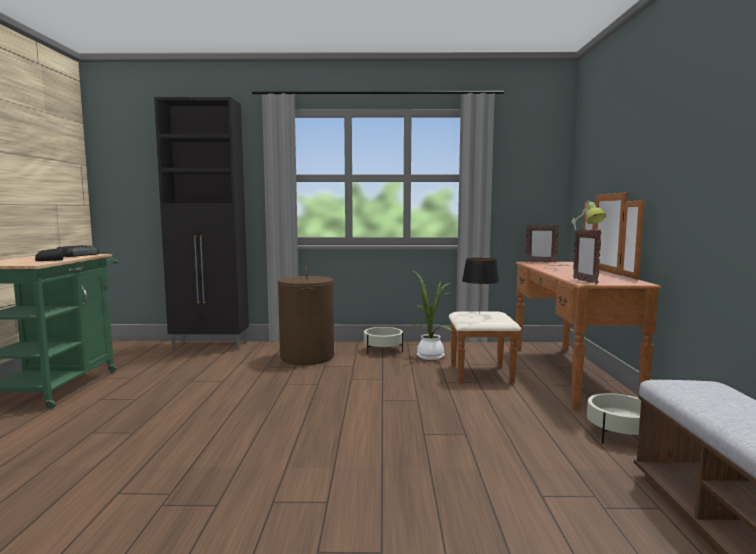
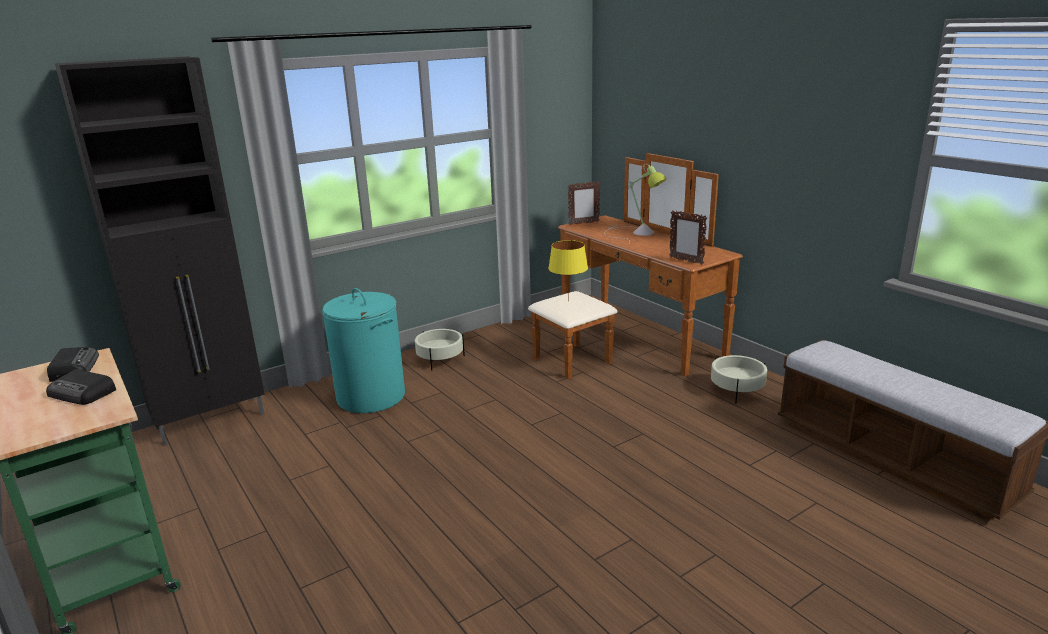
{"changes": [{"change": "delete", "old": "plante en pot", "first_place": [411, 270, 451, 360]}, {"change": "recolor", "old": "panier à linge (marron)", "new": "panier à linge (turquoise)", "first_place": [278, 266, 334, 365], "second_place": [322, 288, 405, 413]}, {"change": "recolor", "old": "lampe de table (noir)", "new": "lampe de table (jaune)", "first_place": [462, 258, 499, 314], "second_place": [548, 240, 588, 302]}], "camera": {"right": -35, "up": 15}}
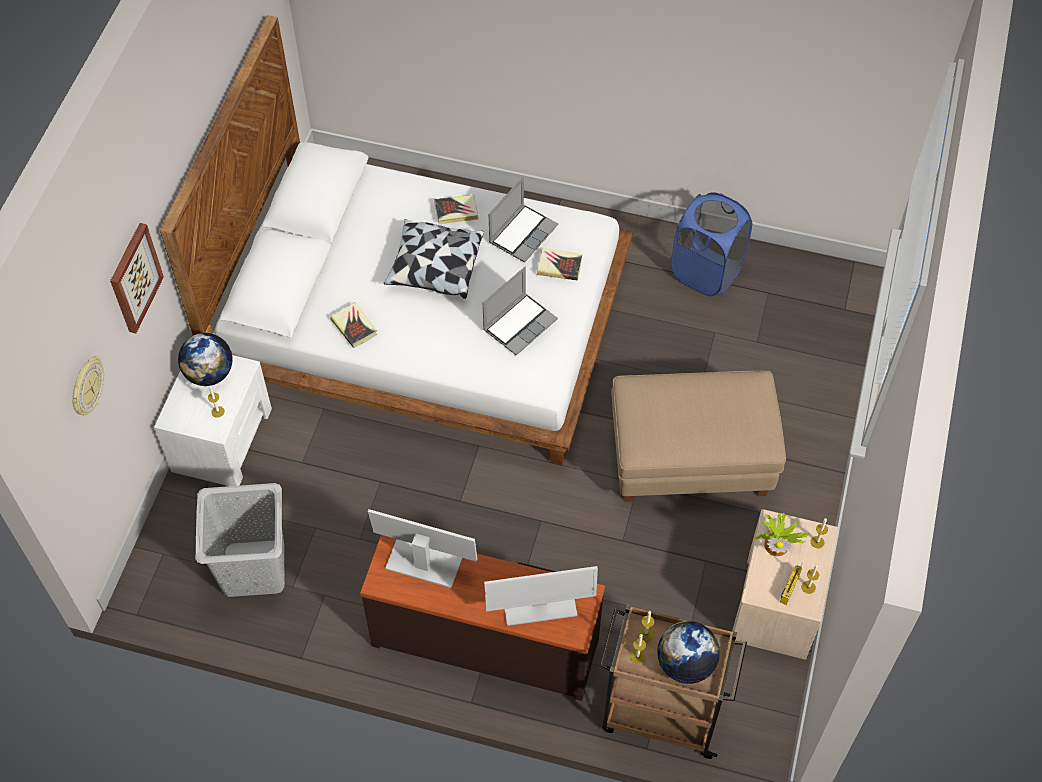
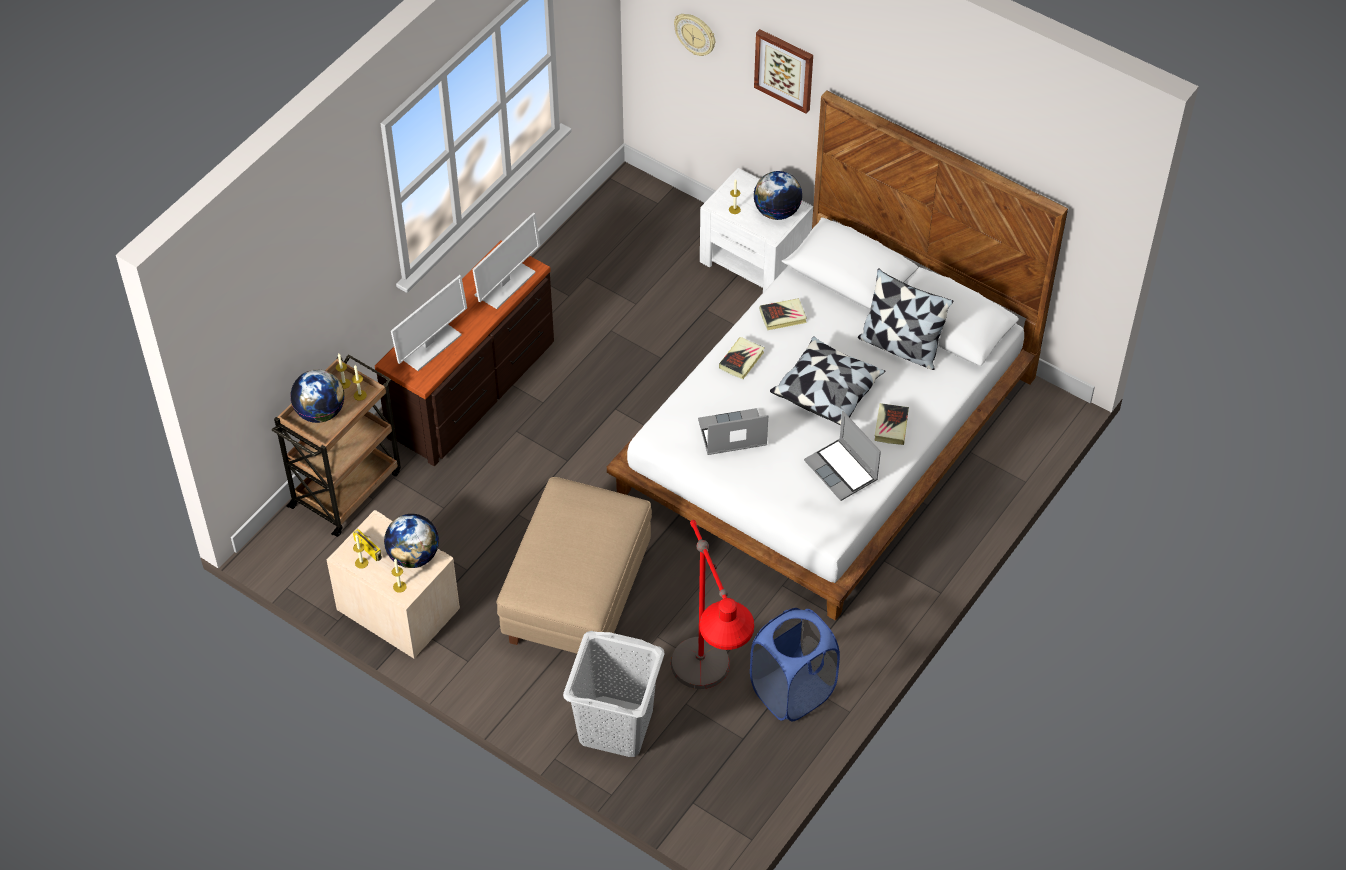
{"changes": [{"change": "insert", "new": "lampadaire (rouge)", "second_place": [671, 520, 754, 689]}, {"change": "insert", "new": "coussin", "second_place": [858, 268, 953, 370]}, {"change": "move", "old": "panier à linge (gris)", "first_place": [195, 483, 285, 597], "second_place": [563, 631, 665, 757]}, {"change": "move", "old": "livre", "first_place": [537, 248, 582, 281], "second_place": [719, 337, 764, 379]}, {"change": "replace", "old": "plante en pot", "new": "globe", "first_place": [755, 512, 807, 556], "second_place": [384, 514, 439, 568]}, {"change": "rotate", "old": "ordinateur portable", "first_place": [483, 267, 558, 356], "second_place": [698, 408, 768, 455], "degrees": 105}, {"change": "rotate", "old": "écran d'ordinateur", "first_place": [484, 566, 598, 626], "second_place": [391, 275, 467, 371], "degrees": -150}], "camera": {"right": 110, "up": -5}}
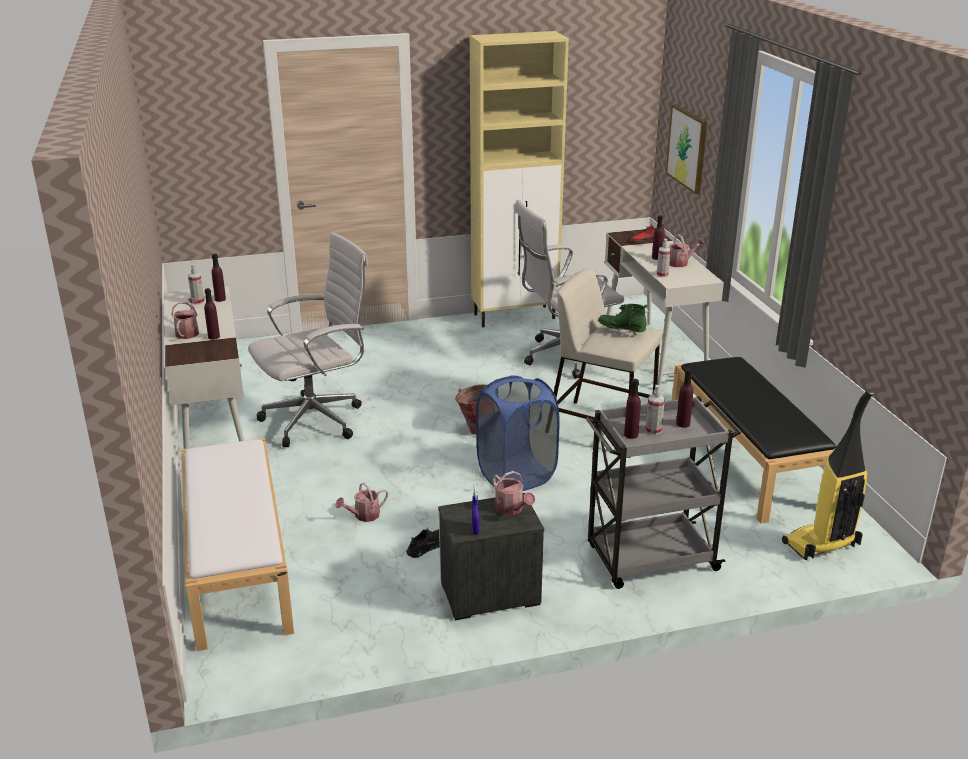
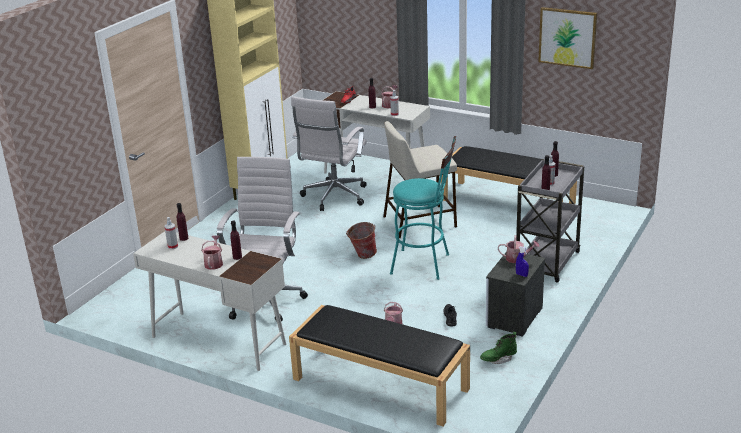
{"changes": [{"change": "delete", "old": "aspirateur", "first_place": [782, 389, 875, 561]}, {"change": "move", "old": "botte (vert)", "first_place": [598, 304, 648, 337], "second_place": [480, 332, 517, 364]}, {"change": "move", "old": "tableau", "first_place": [666, 104, 707, 194], "second_place": [538, 7, 597, 69]}, {"change": "replace", "old": "panier à linge (bleu)", "new": "tabouret (turquoise)", "first_place": [476, 375, 560, 491], "second_place": [390, 136, 456, 280]}, {"change": "recolor", "old": "banc (blanc)", "new": "banc (noir)", "first_place": [181, 438, 294, 651], "second_place": [289, 305, 470, 426]}, {"change": "rotate", "old": "arrosoir", "first_place": [171, 298, 199, 339], "second_place": [201, 235, 223, 270], "degrees": 45}], "camera": {"right": -45, "up": 0}}
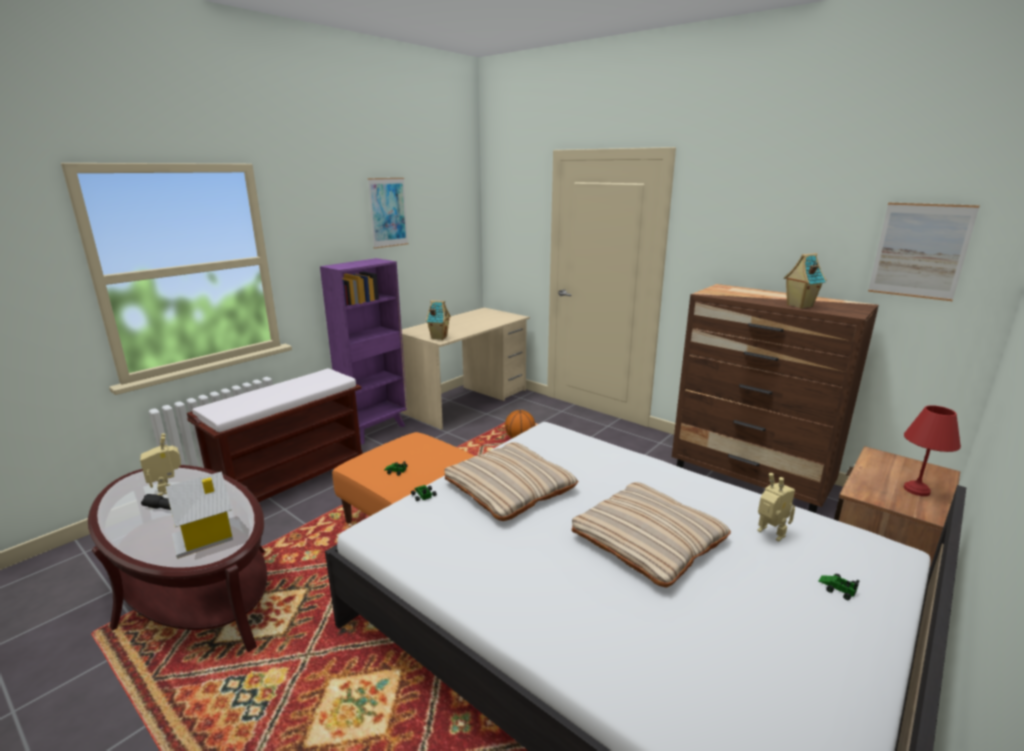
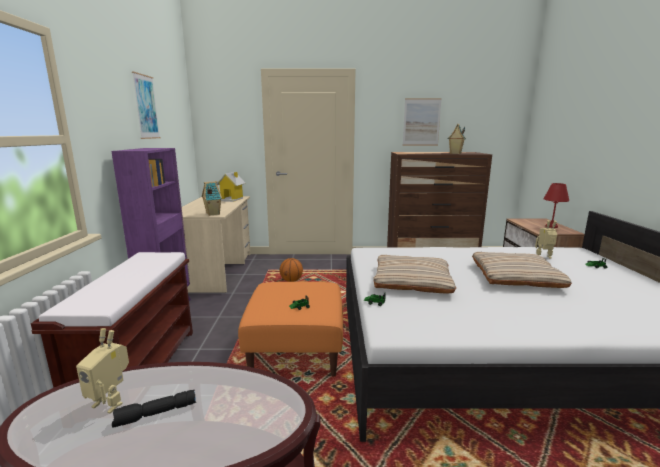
{"changes": [{"change": "move", "old": "maison miniature", "first_place": [165, 471, 233, 558], "second_place": [217, 172, 246, 202]}, {"change": "move", "old": "tableau", "first_place": [868, 202, 980, 301], "second_place": [403, 98, 442, 145]}], "camera": {"right": -40, "up": -5}}
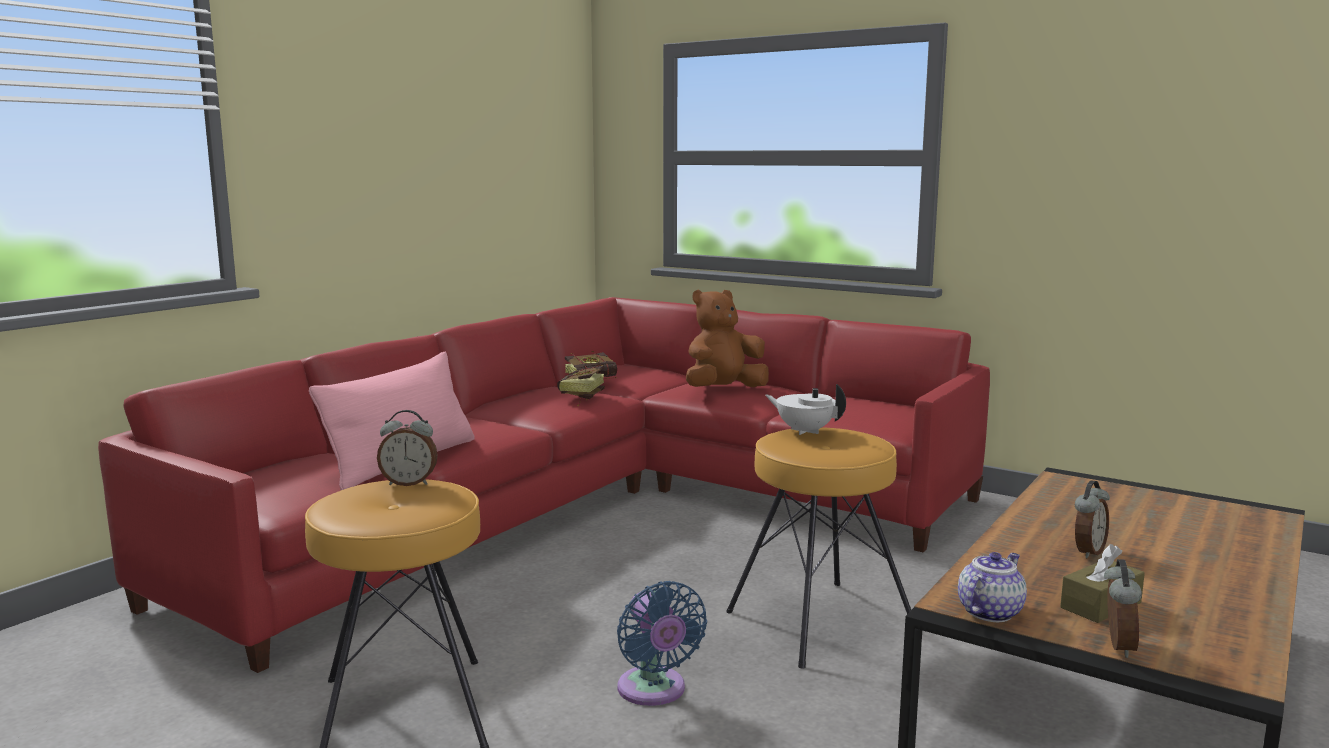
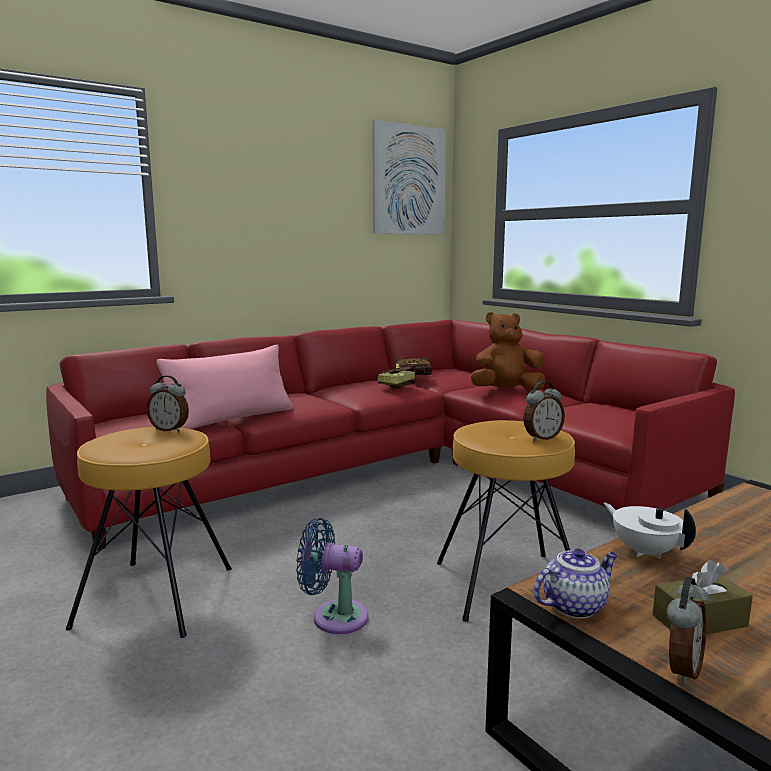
{"changes": [{"change": "insert", "new": "tableau", "second_place": [373, 120, 446, 234]}, {"change": "move", "old": "théière (blanc)", "first_place": [765, 384, 846, 435], "second_place": [604, 502, 696, 559]}, {"change": "move", "old": "réveil", "first_place": [1075, 480, 1110, 559], "second_place": [523, 381, 565, 441]}, {"change": "rotate", "old": "ventilateur (bleu)", "first_place": [617, 581, 707, 706], "second_place": [296, 518, 369, 634], "degrees": 105}], "camera": {"right": 20, "up": 0}}
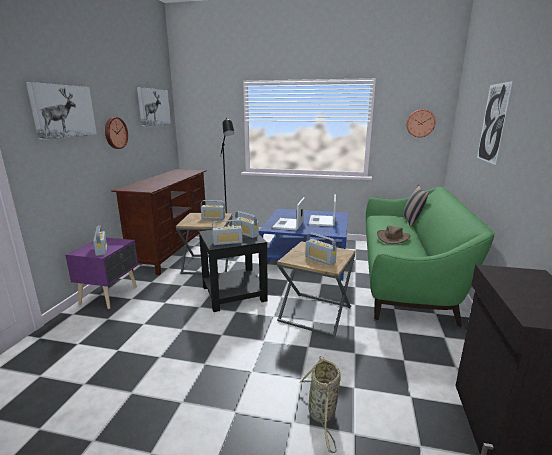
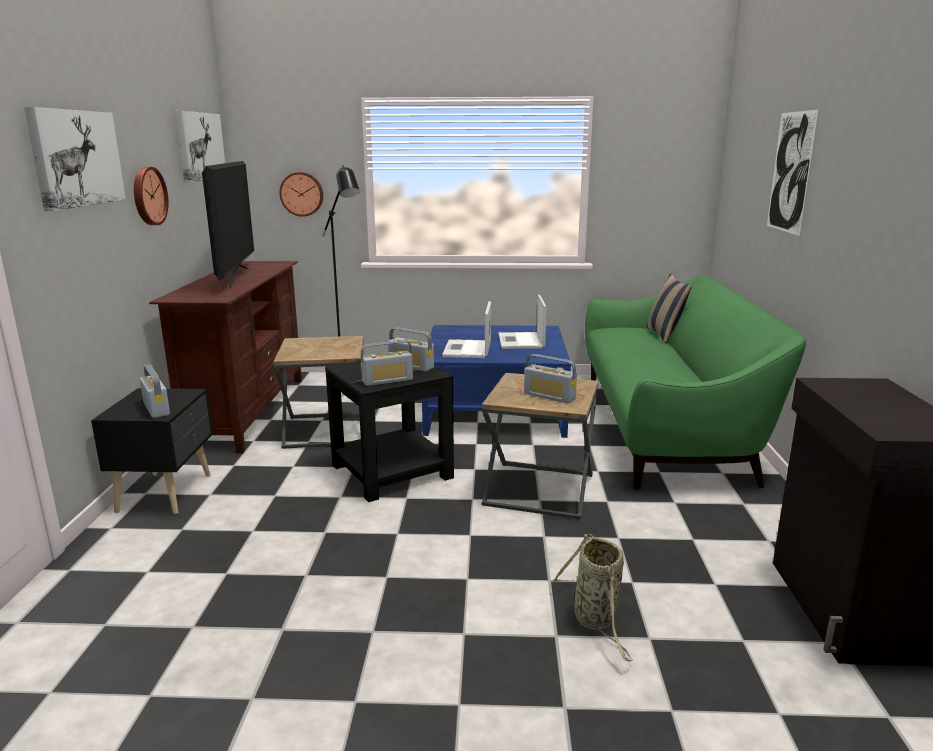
{"changes": [{"change": "delete", "old": "radio", "first_place": [201, 200, 225, 220]}, {"change": "delete", "old": "chapeau (marron)", "first_place": [377, 226, 411, 244]}, {"change": "insert", "new": "téléviseur", "second_place": [202, 161, 254, 288]}, {"change": "move", "old": "horloge murale", "first_place": [406, 109, 436, 137], "second_place": [279, 172, 323, 217]}, {"change": "recolor", "old": "table de chevet (violet)", "new": "table de chevet (noir)", "first_place": [65, 238, 138, 309], "second_place": [91, 388, 213, 514]}], "camera": {"right": -10, "up": 0}}
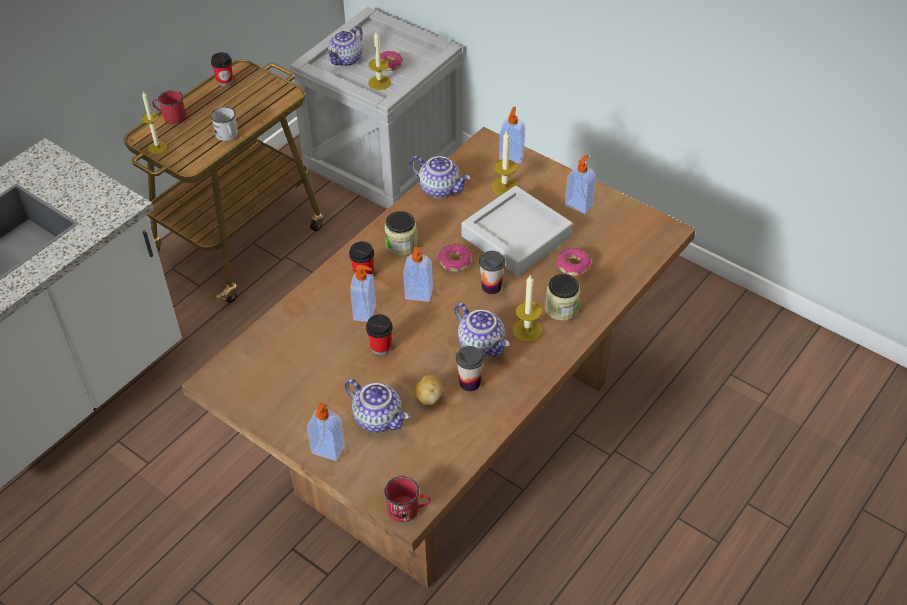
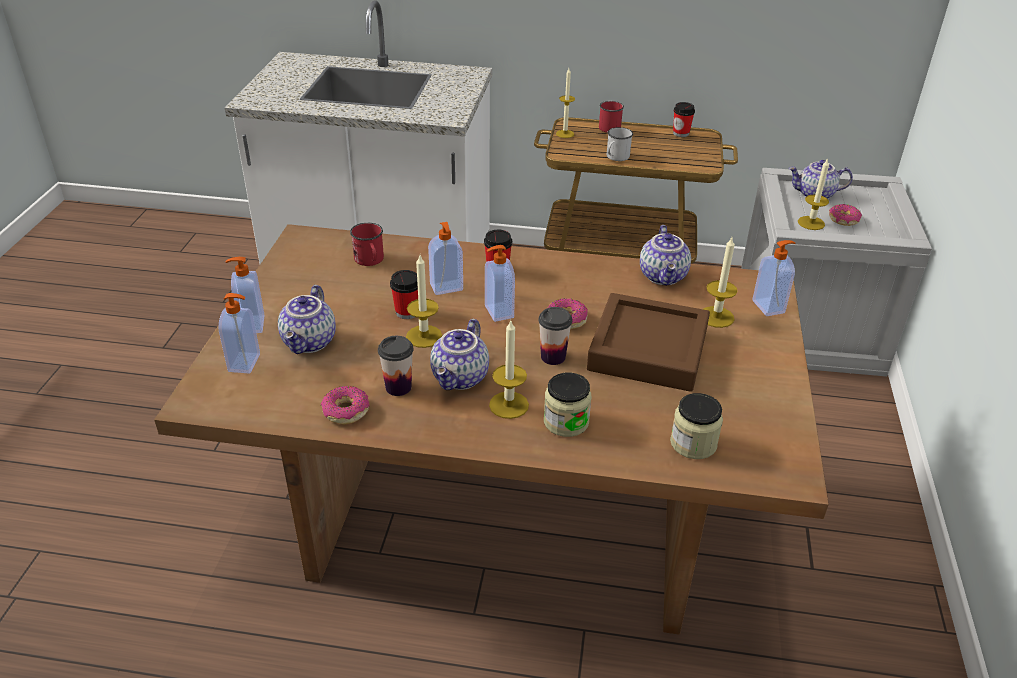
{"changes": [{"change": "delete", "old": "pomme de terre", "first_place": [414, 375, 443, 405]}, {"change": "insert", "new": "bougie", "second_place": [406, 255, 443, 348]}, {"change": "move", "old": "bocal", "first_place": [384, 211, 418, 256], "second_place": [670, 393, 723, 459]}, {"change": "move", "old": "mug (rouge)", "first_place": [384, 476, 431, 522], "second_place": [350, 223, 384, 266]}, {"change": "move", "old": "beignet", "first_place": [557, 248, 591, 276], "second_place": [321, 386, 370, 424]}, {"change": "move", "old": "distributeur de savon", "first_place": [565, 155, 596, 214], "second_place": [218, 293, 260, 374]}, {"change": "recolor", "old": "plateau (gris)", "new": "plateau (marron)", "first_place": [461, 186, 573, 276], "second_place": [587, 293, 710, 392]}], "camera": {"right": 60, "up": -10}}
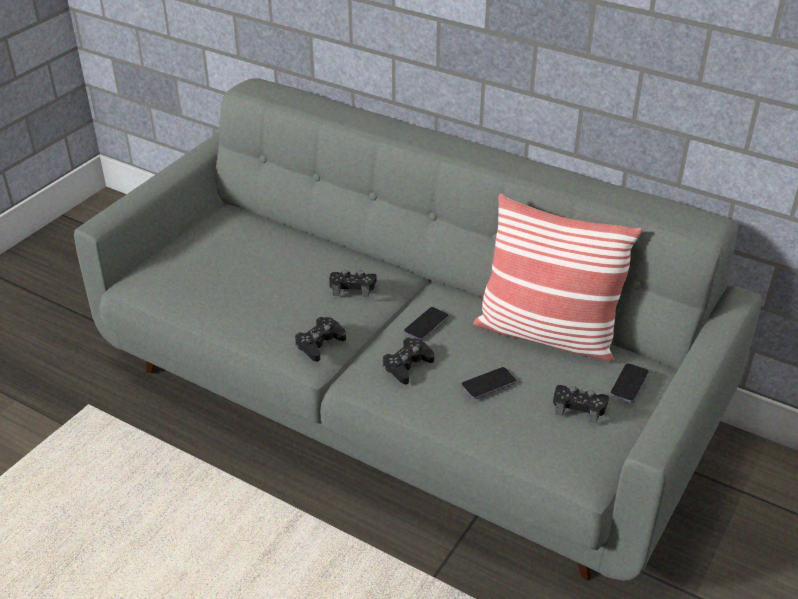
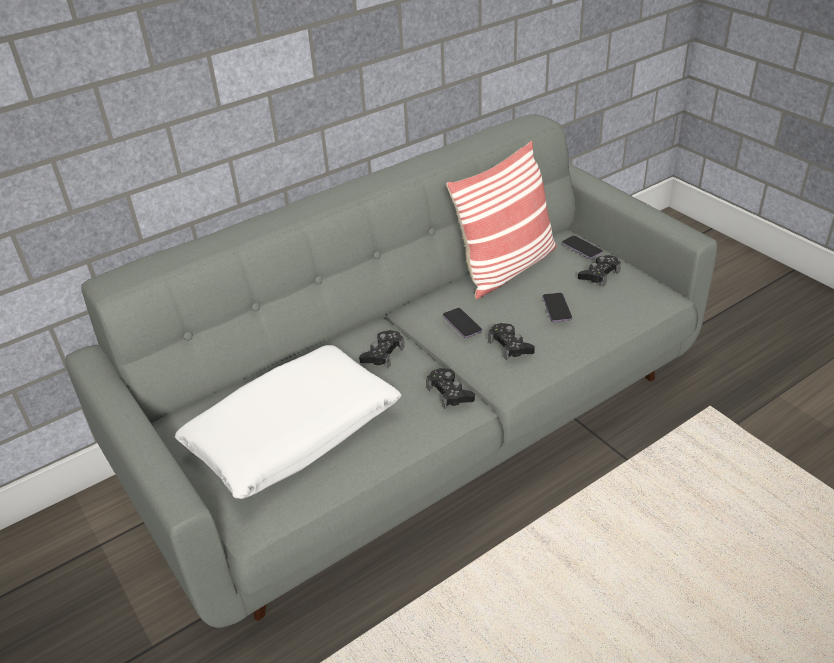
{"changes": [{"change": "insert", "new": "coussin (blanc)", "second_place": [175, 345, 401, 499]}], "camera": {"right": -65, "up": 0}}
